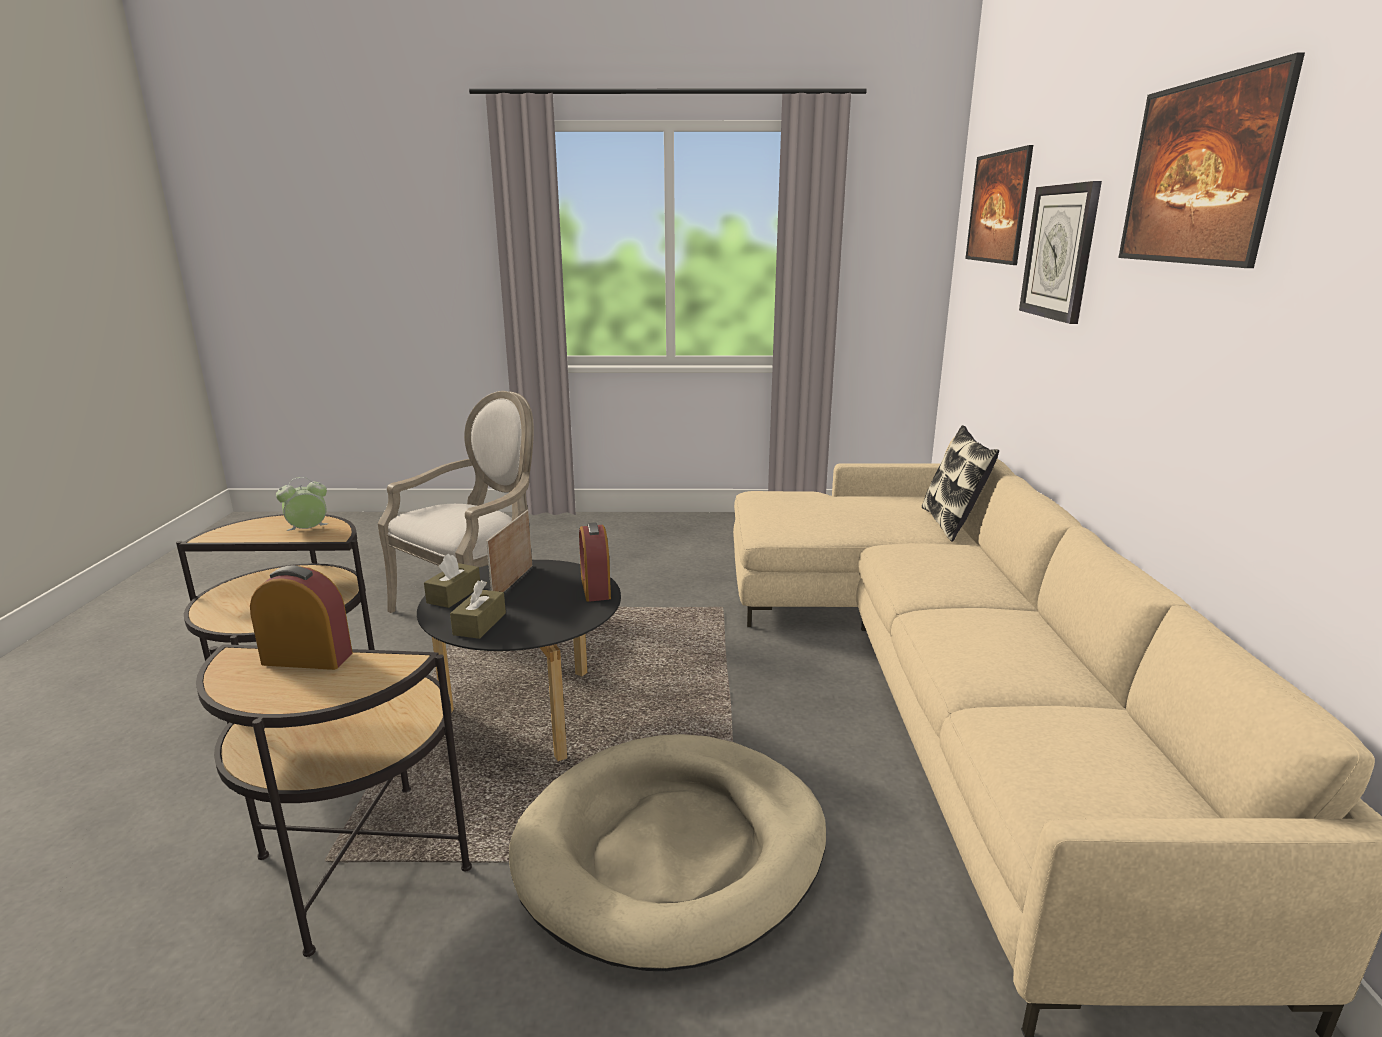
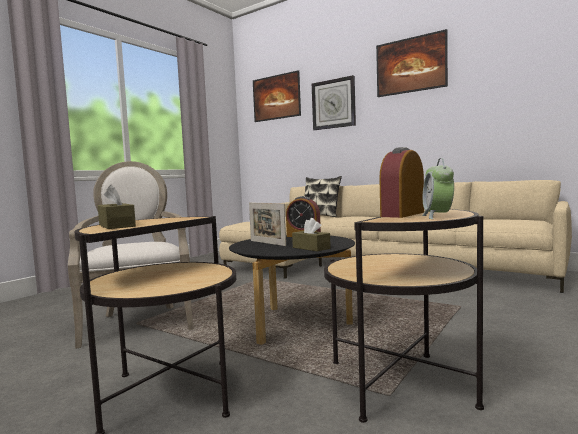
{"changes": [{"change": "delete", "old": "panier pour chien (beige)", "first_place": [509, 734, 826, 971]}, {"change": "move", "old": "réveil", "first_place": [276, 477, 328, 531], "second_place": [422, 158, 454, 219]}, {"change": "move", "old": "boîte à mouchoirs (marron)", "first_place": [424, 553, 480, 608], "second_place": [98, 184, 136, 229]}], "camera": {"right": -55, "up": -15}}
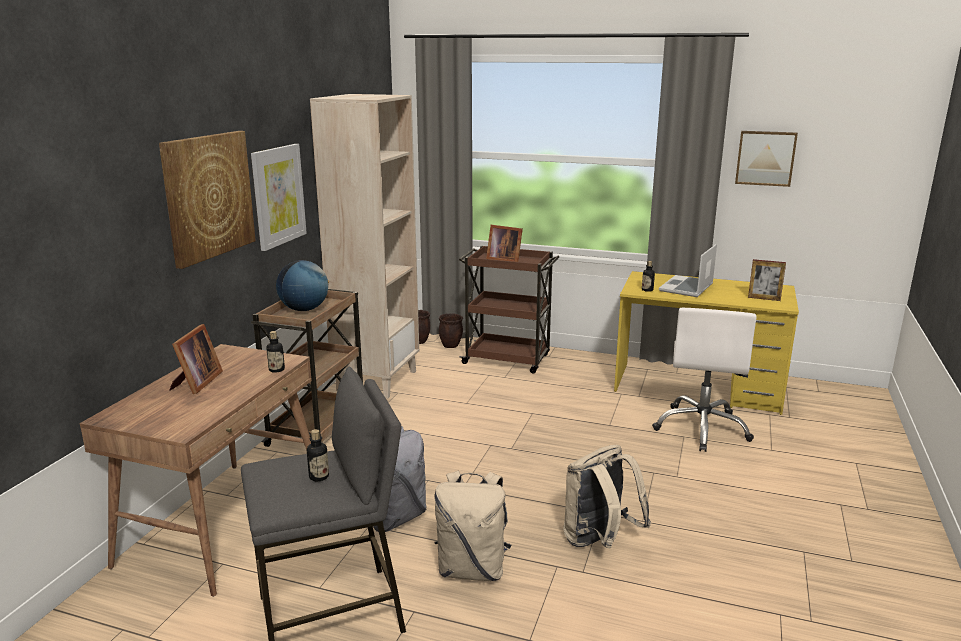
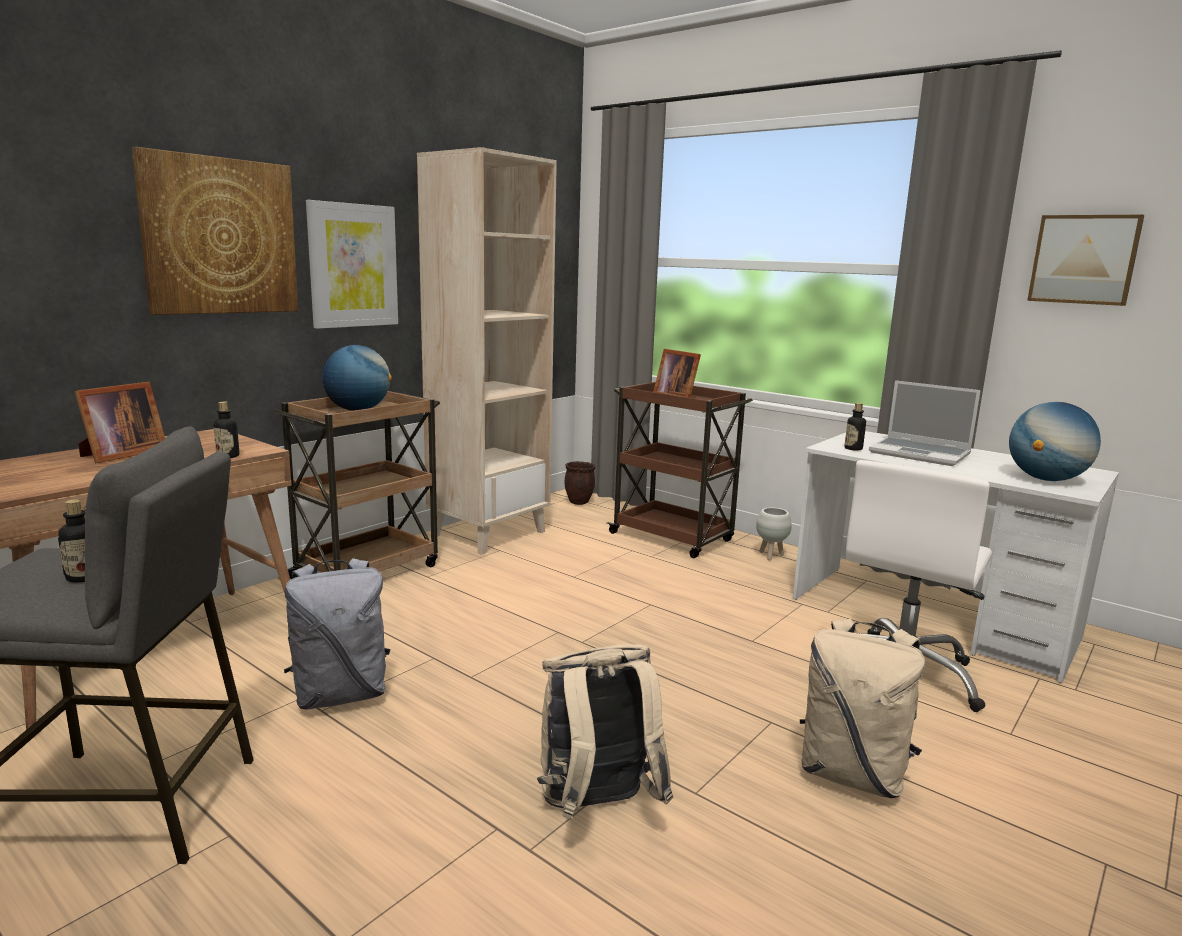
{"changes": [{"change": "delete", "old": "cache-pot (marron)", "first_place": [439, 313, 463, 348]}, {"change": "insert", "new": "cache-pot (blanc)", "second_place": [756, 507, 792, 560]}, {"change": "move", "old": "sac à dos (beige)", "first_place": [434, 471, 512, 581], "second_place": [800, 619, 925, 798]}, {"change": "replace", "old": "cadre photo", "new": "globe", "first_place": [748, 259, 786, 301], "second_place": [1009, 402, 1101, 481]}, {"change": "recolor", "old": "bureau (jaune)", "new": "bureau (blanc)", "first_place": [614, 271, 799, 415], "second_place": [793, 431, 1119, 683]}, {"change": "rotate", "old": "ordinateur portable", "first_place": [659, 244, 717, 297], "second_place": [869, 380, 981, 466], "degrees": -105}], "camera": {"right": 20, "up": -5}}
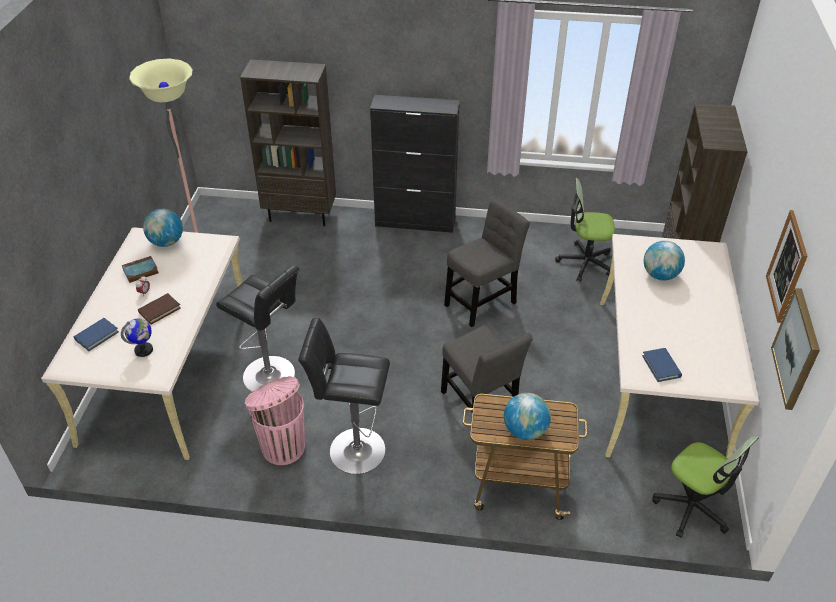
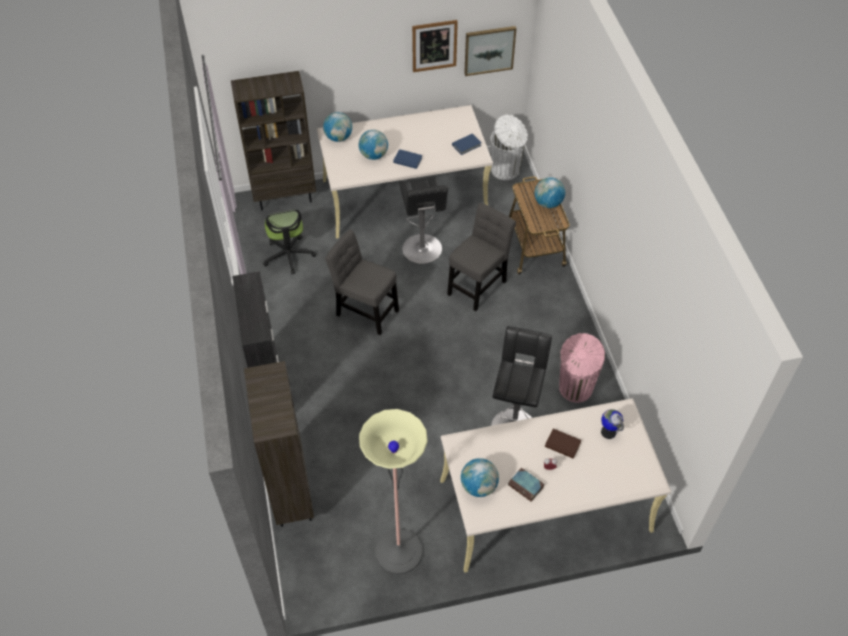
{"changes": [{"change": "insert", "new": "globe", "second_place": [323, 112, 352, 142]}, {"change": "move", "old": "livre (bleu)", "first_place": [74, 318, 119, 351], "second_place": [393, 149, 422, 169]}, {"change": "move", "old": "tabouret (noir)", "first_place": [298, 318, 390, 474], "second_place": [399, 176, 448, 264]}, {"change": "replace", "old": "chaise de bureau", "new": "poubelle (blanc)", "first_place": [652, 436, 759, 538], "second_place": [491, 115, 528, 180]}], "camera": {"right": -110, "up": 10}}
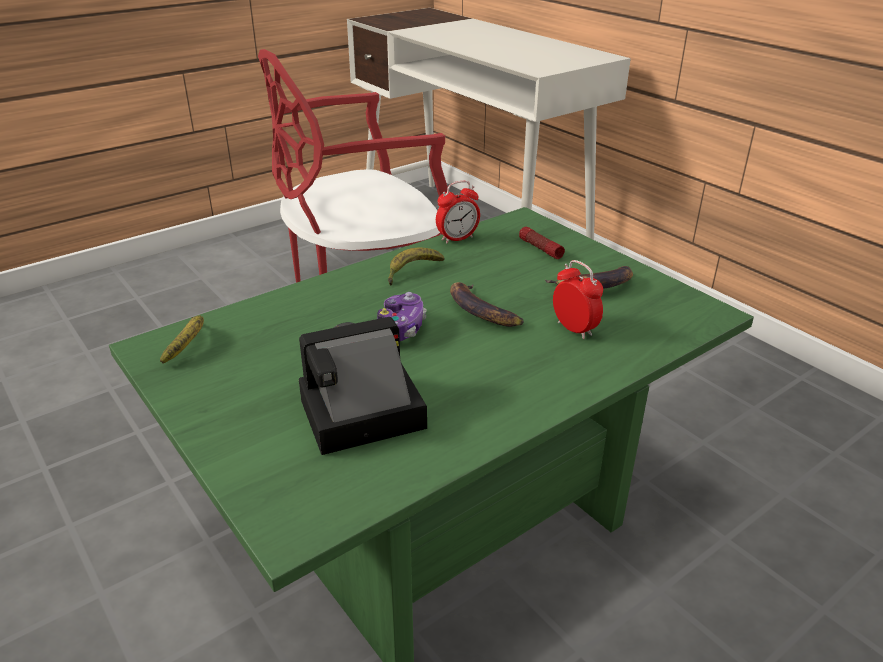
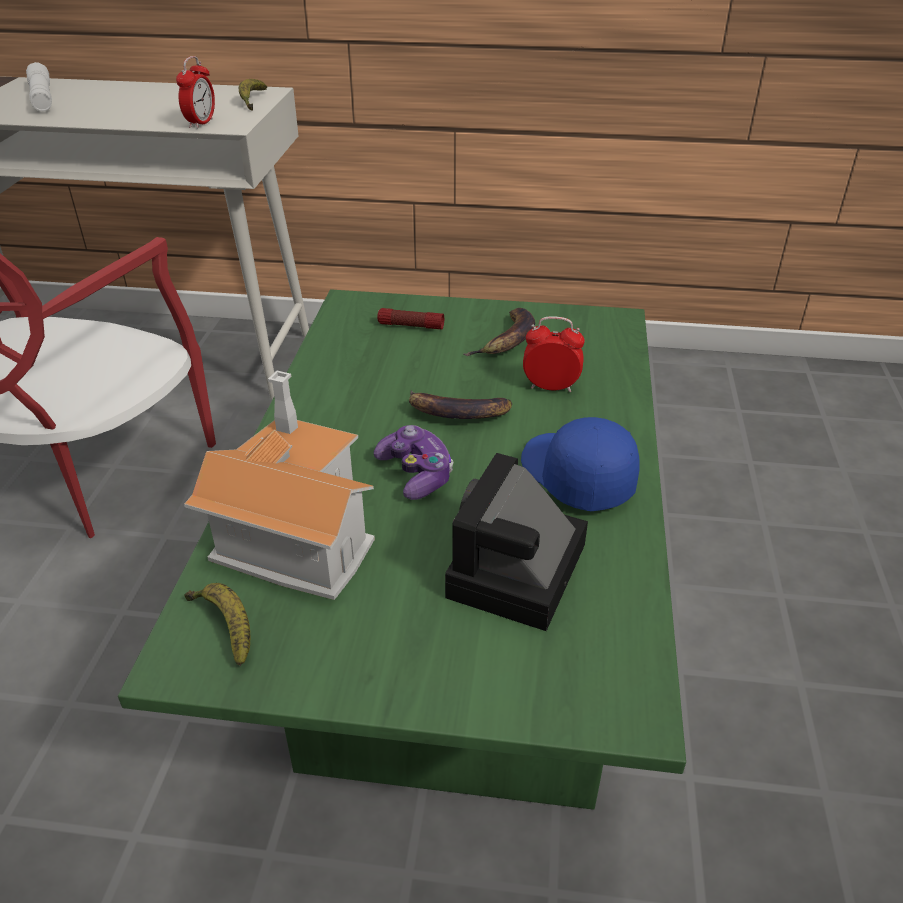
{"changes": [{"change": "insert", "new": "lampe de poche (blanc)", "second_place": [26, 62, 52, 111]}, {"change": "insert", "new": "maison miniature", "second_place": [184, 370, 375, 600]}, {"change": "insert", "new": "casquette (bleu)", "second_place": [521, 417, 640, 511]}, {"change": "move", "old": "banane", "first_place": [388, 248, 444, 286], "second_place": [239, 79, 267, 111]}, {"change": "move", "old": "réveil", "first_place": [436, 181, 480, 244], "second_place": [176, 56, 215, 129]}], "camera": {"right": -45, "up": 5}}
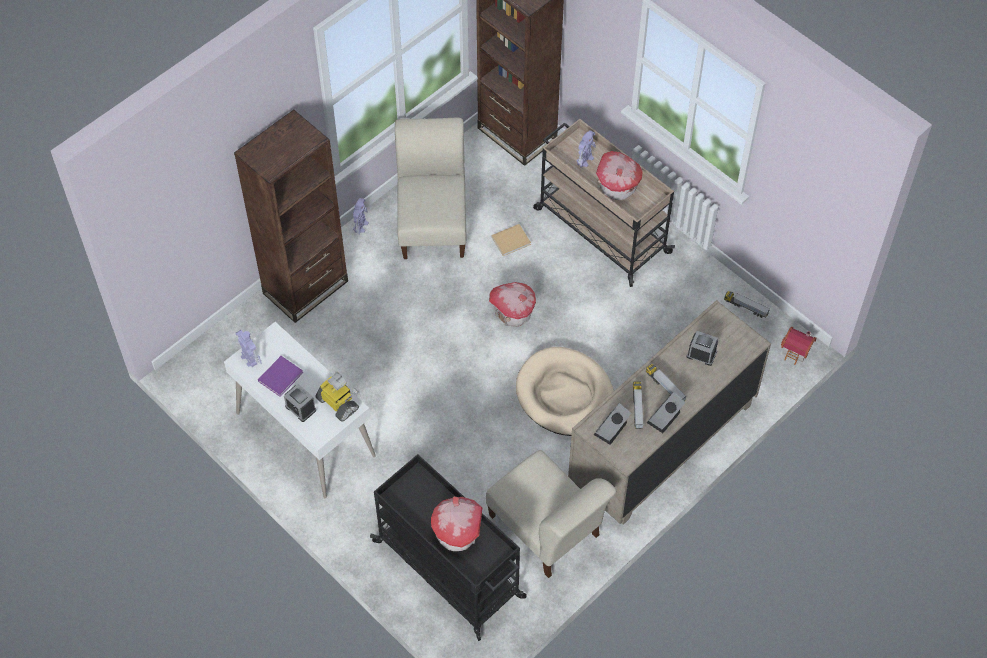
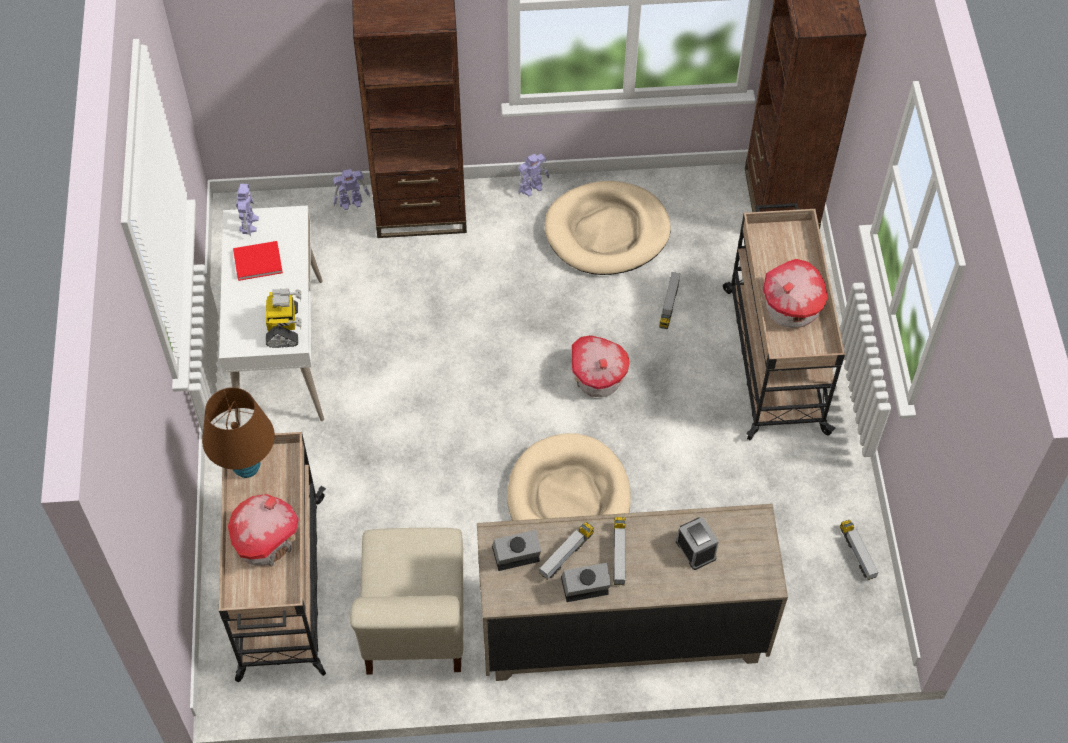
{"changes": [{"change": "delete", "old": "réveil", "first_place": [284, 384, 316, 422]}, {"change": "delete", "old": "maison miniature", "first_place": [781, 326, 816, 365]}, {"change": "insert", "new": "lampe de table (marron)", "second_place": [202, 387, 275, 478]}, {"change": "move", "old": "robot jouet", "first_place": [576, 130, 596, 168], "second_place": [333, 169, 370, 210]}, {"change": "replace", "old": "chaise (beige)", "new": "panier pour chien (beige)", "first_place": [395, 118, 466, 259], "second_place": [545, 181, 671, 275]}, {"change": "replace", "old": "livre (beige)", "new": "camion jouet", "first_place": [491, 224, 531, 256], "second_place": [659, 272, 681, 329]}, {"change": "recolor", "old": "livre (violet)", "new": "livre (rouge)", "first_place": [258, 356, 303, 397], "second_place": [233, 241, 283, 281]}, {"change": "recolor", "old": "chariot (noir)", "new": "chariot (beige)", "first_place": [370, 454, 527, 641], "second_place": [219, 432, 326, 682]}], "camera": {"right": 40, "up": 0}}
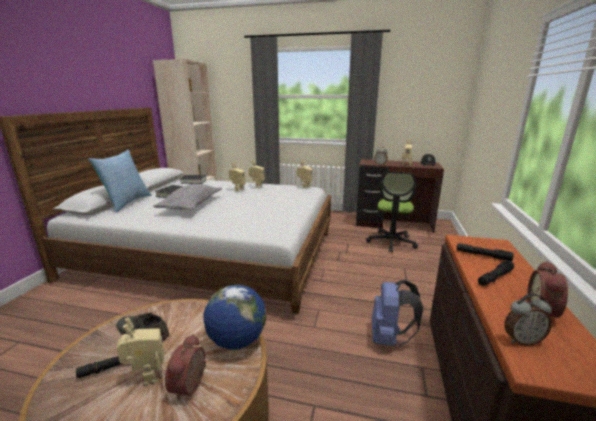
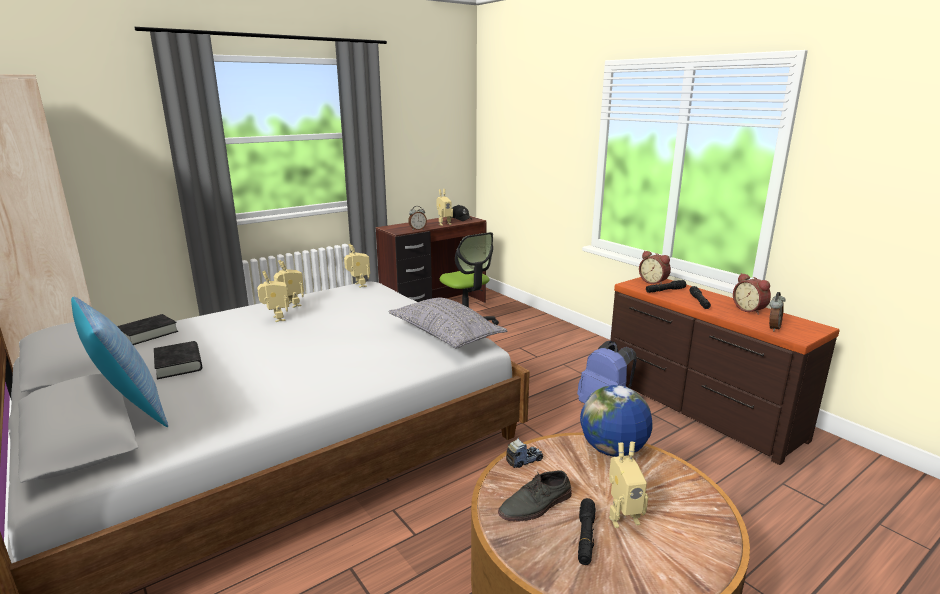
{"changes": [{"change": "insert", "new": "camion jouet", "second_place": [506, 437, 543, 468]}, {"change": "move", "old": "coussin (gris)", "first_place": [153, 184, 222, 210], "second_place": [388, 298, 507, 348]}, {"change": "move", "old": "réveil", "first_place": [165, 334, 206, 401], "second_place": [639, 251, 671, 284]}, {"change": "rotate", "old": "robot jouet", "first_place": [117, 317, 164, 386], "second_place": [609, 442, 648, 528], "degrees": 150}], "camera": {"right": -50, "up": 0}}
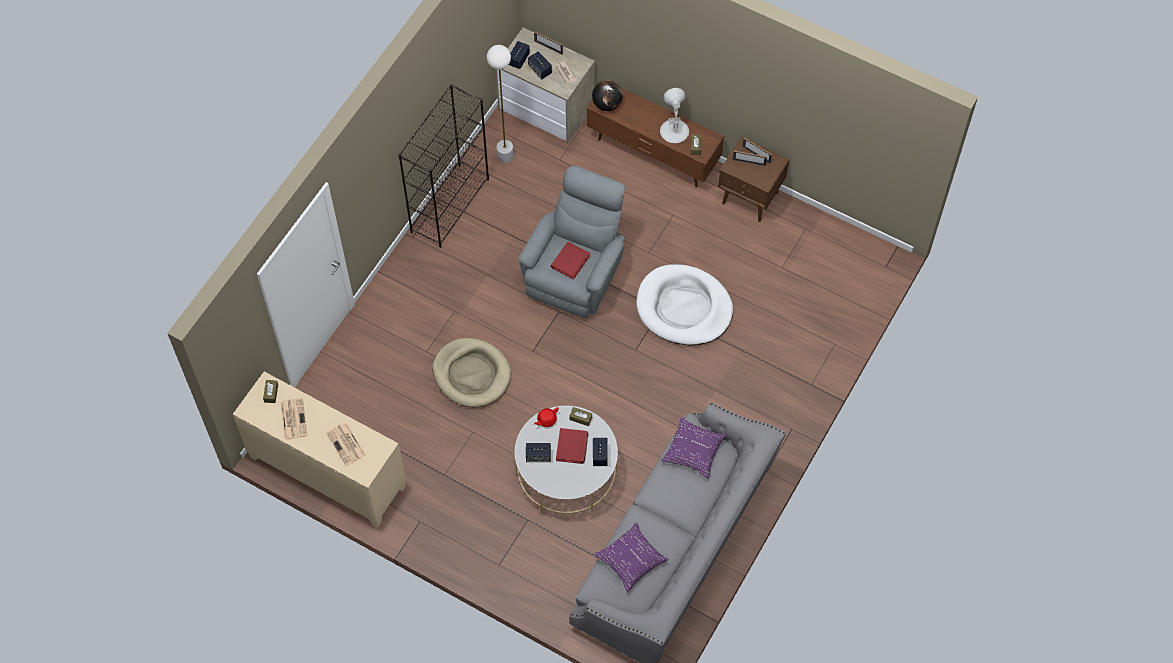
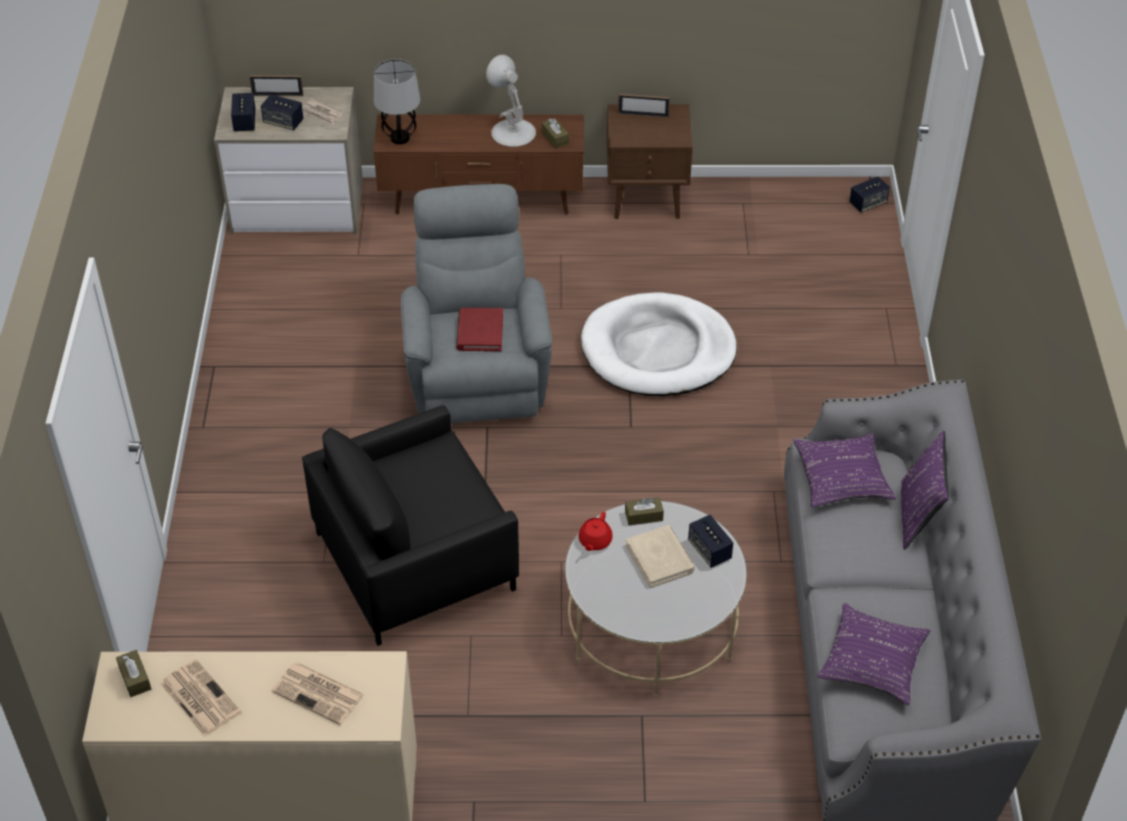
{"changes": [{"change": "delete", "old": "bibliothèque (noir)", "first_place": [398, 84, 489, 248]}, {"change": "delete", "old": "lampadaire (blanc)", "first_place": [487, 45, 514, 163]}, {"change": "delete", "old": "cadre photo", "first_place": [733, 150, 767, 166]}, {"change": "insert", "new": "coussin (violet)", "second_place": [901, 430, 949, 550]}, {"change": "move", "old": "enceinte", "first_place": [526, 443, 551, 462], "second_place": [849, 177, 890, 212]}, {"change": "replace", "old": "panier pour chien (beige)", "new": "fauteuil (noir)", "first_place": [433, 338, 511, 407], "second_place": [302, 405, 519, 646]}, {"change": "replace", "old": "globe", "new": "lampe de table", "first_place": [592, 80, 623, 111], "second_place": [374, 59, 420, 144]}, {"change": "recolor", "old": "livre (rouge)", "new": "livre (beige)", "first_place": [556, 428, 588, 464], "second_place": [626, 525, 695, 588]}], "camera": {"right": -30, "up": -15}}
